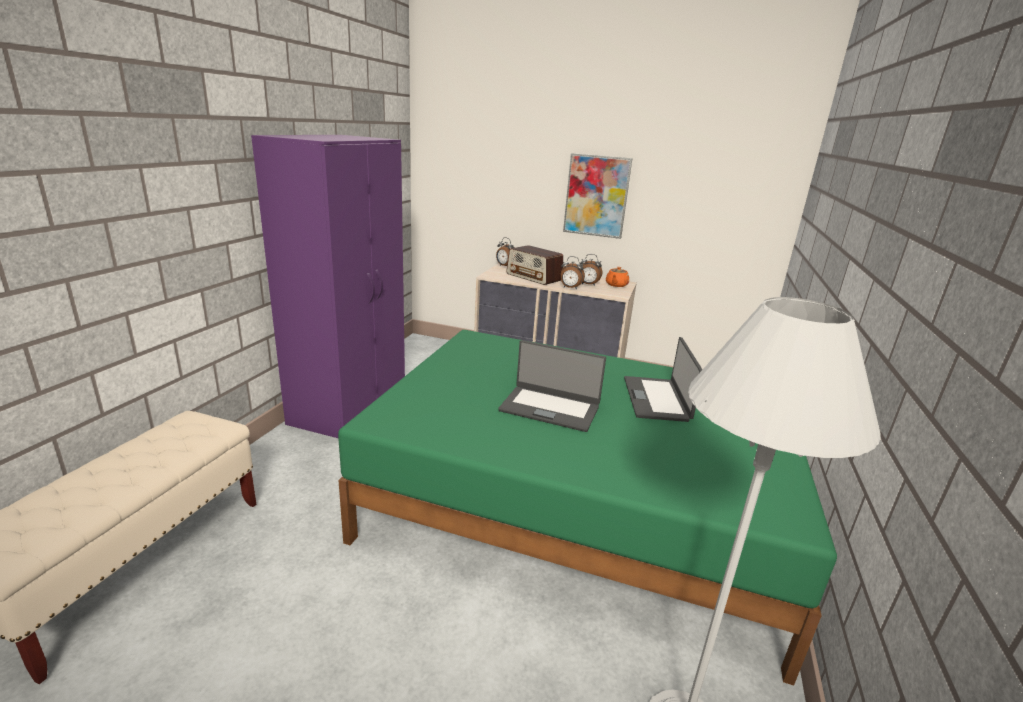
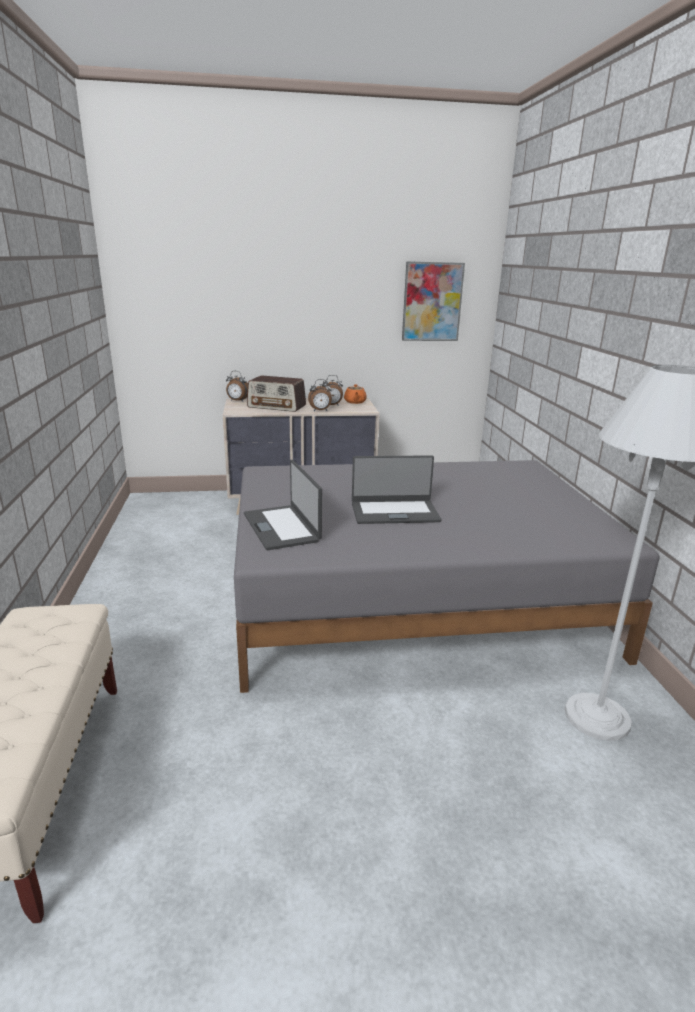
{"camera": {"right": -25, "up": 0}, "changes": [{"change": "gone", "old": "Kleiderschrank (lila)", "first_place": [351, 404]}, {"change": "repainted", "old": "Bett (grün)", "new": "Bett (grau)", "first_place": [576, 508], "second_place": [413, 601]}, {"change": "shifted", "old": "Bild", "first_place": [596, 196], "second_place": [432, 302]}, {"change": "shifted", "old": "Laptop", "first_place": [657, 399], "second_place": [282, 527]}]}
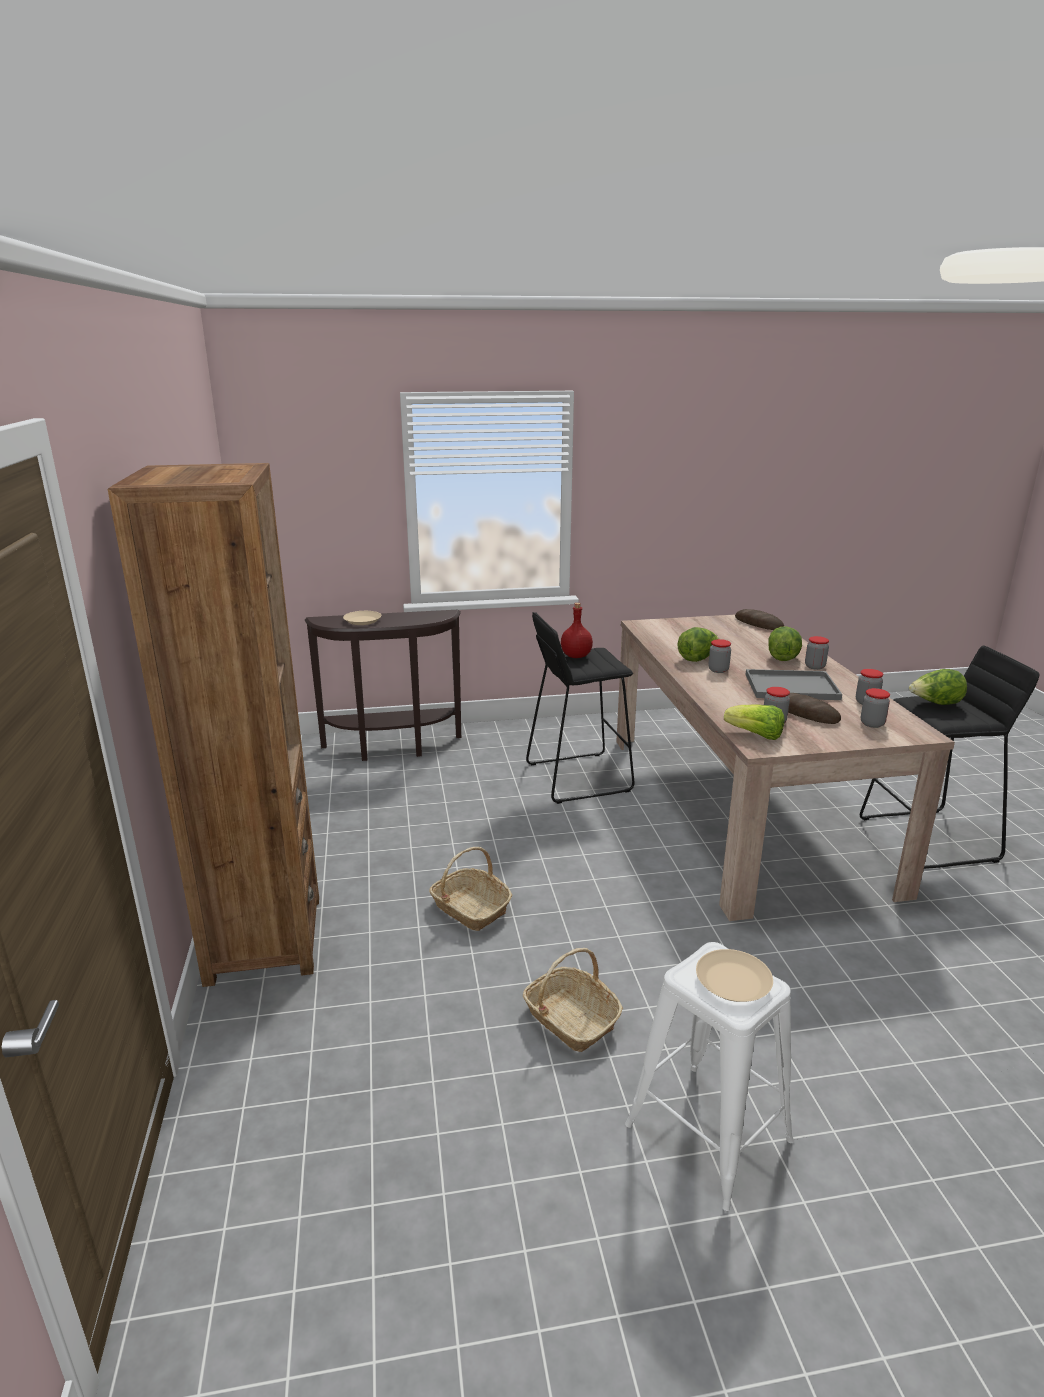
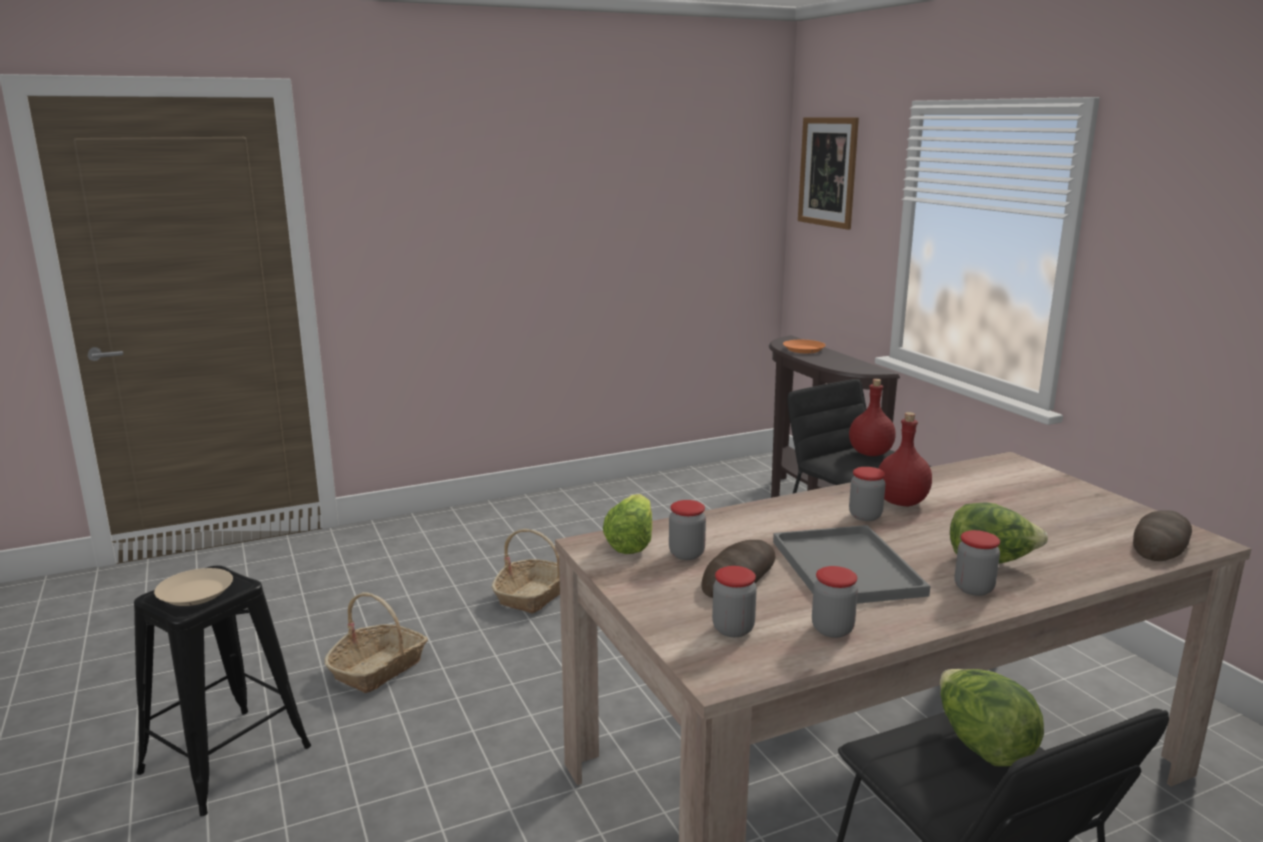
{"camera": {"right": 75, "up": -5}, "changes": [{"change": "gone", "old": "Bücherregal (braun)", "first_place": [264, 939]}, {"change": "repainted", "old": "Teller (beige)", "new": "Teller (orange)", "first_place": [362, 621], "second_place": [803, 350]}, {"change": "repainted", "old": "Hocker (weiß)", "new": "Hocker (schwarz)", "first_place": [708, 1133], "second_place": [225, 759]}, {"change": "swapped", "old": "Salatkopf", "new": "Flasche (rot)", "first_place": [697, 658], "second_place": [900, 502]}, {"change": "new", "new": "Bild", "second_place": [828, 172]}]}
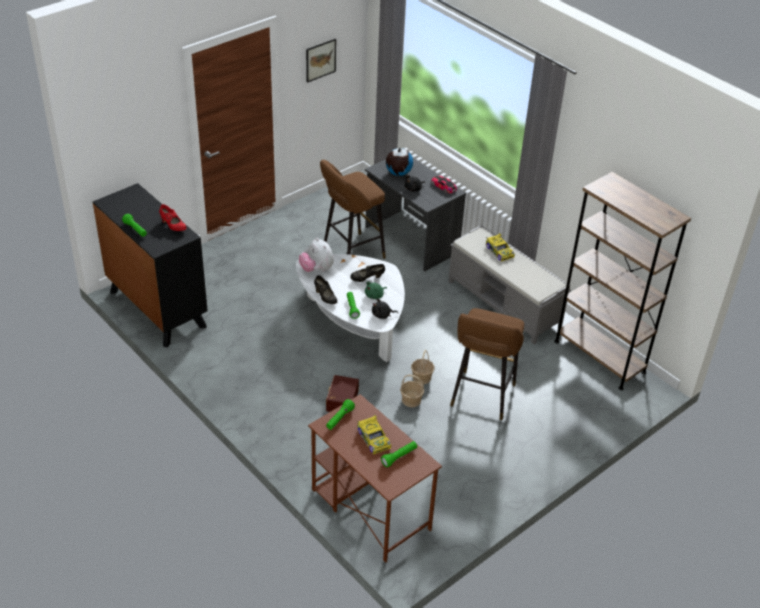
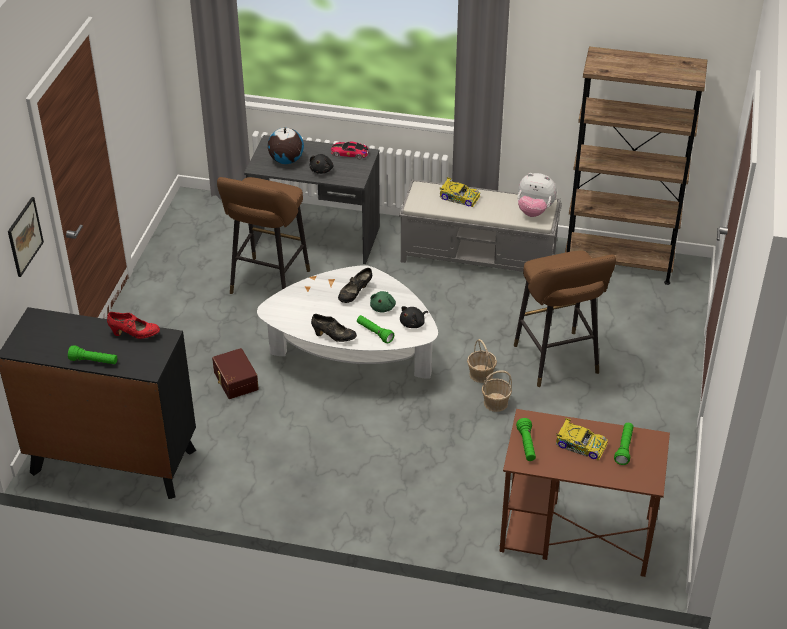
{"camera": {"right": -35, "up": 0}, "changes": [{"change": "shifted", "old": "Plüschtier", "first_place": [316, 269], "second_place": [534, 211]}, {"change": "shifted", "old": "Bild", "first_place": [320, 60], "second_place": [24, 236]}, {"change": "shifted", "old": "Aufbewahrungsbox (braun)", "first_place": [341, 400], "second_place": [234, 381]}]}
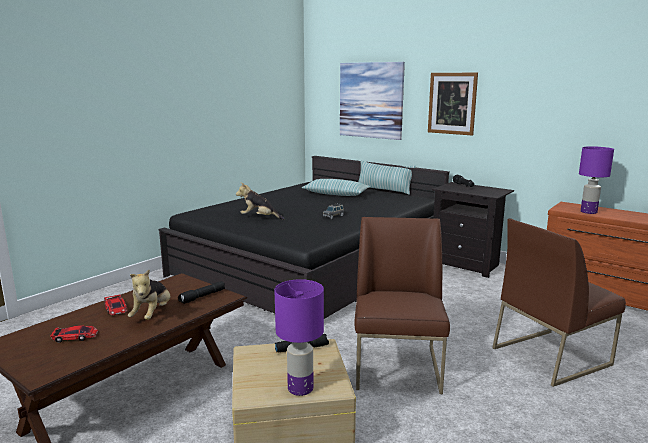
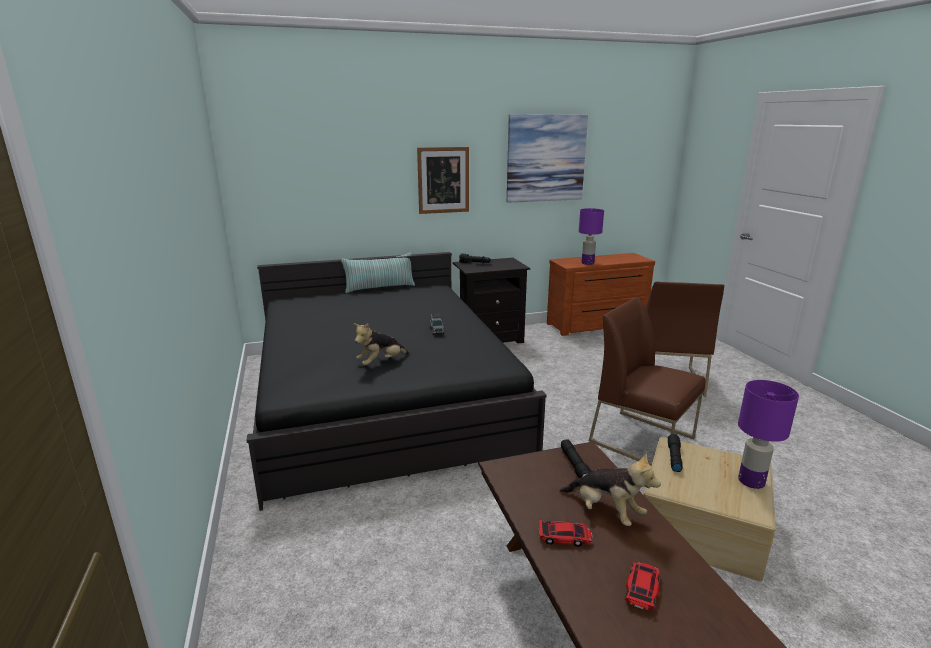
{"camera": {"right": -55, "up": 5}, "changes": [{"change": "gone", "old": "Kissen", "first_place": [336, 194]}, {"change": "shifted", "old": "Bild", "first_place": [371, 100], "second_place": [546, 158]}]}
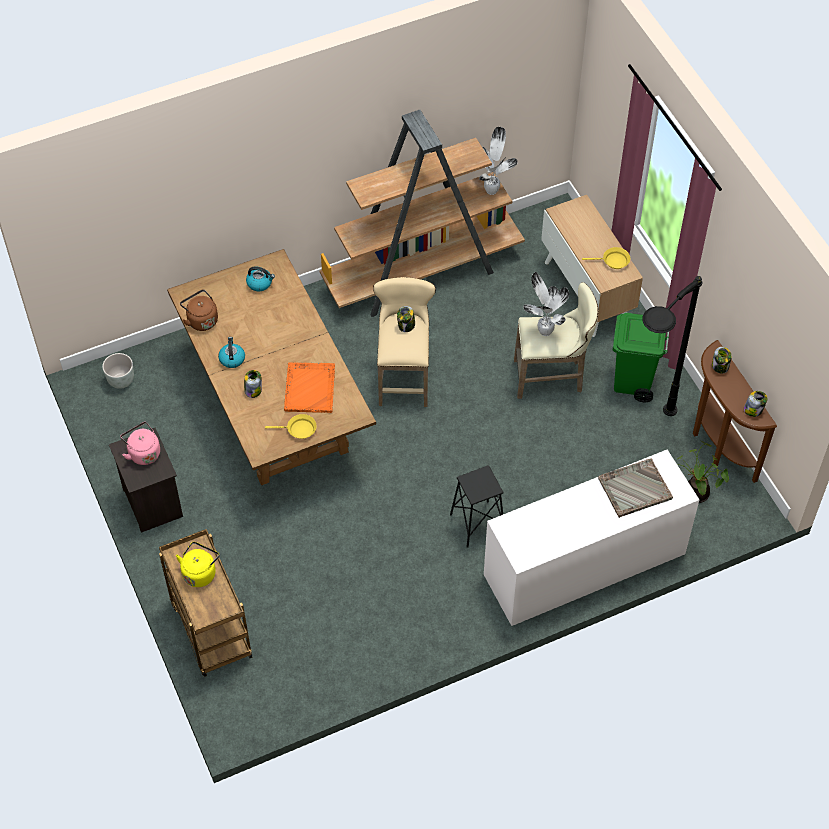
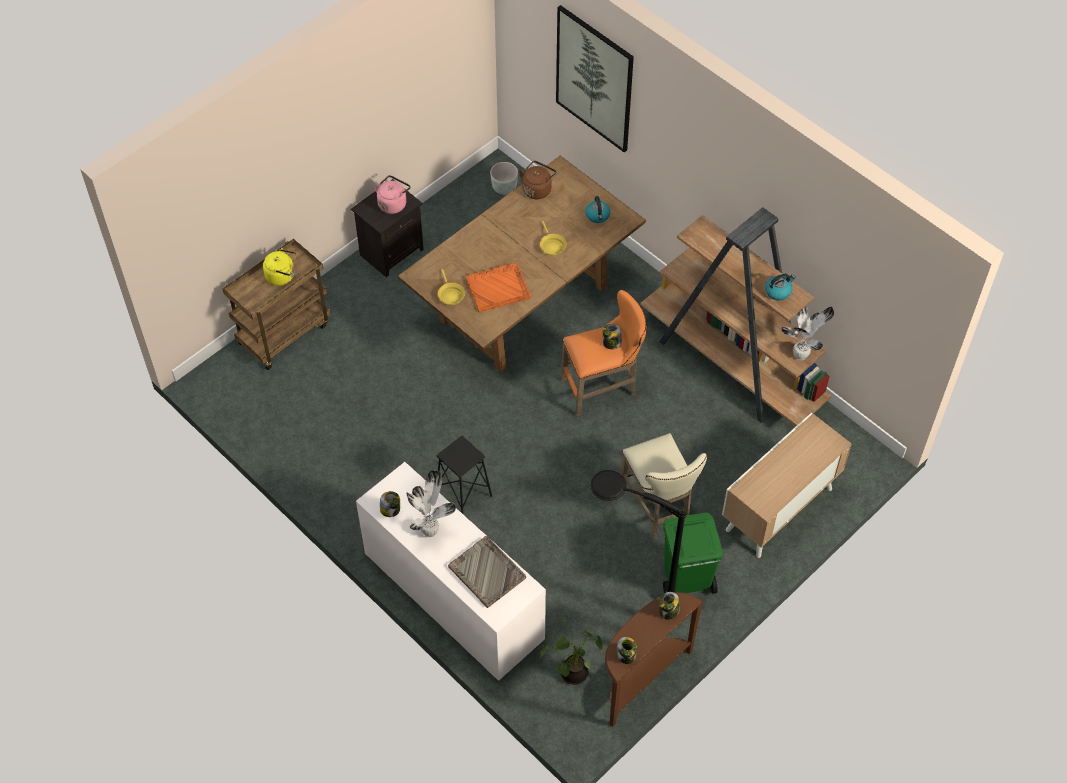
{"camera": {"right": 70, "up": 0}, "changes": [{"change": "shifted", "old": "Wasserkessel", "first_place": [232, 358], "second_place": [778, 291]}, {"change": "shifted", "old": "Vorratsglas", "first_place": [253, 390], "second_place": [390, 509]}, {"change": "repainted", "old": "Hocker (beige)", "new": "Hocker (orange)", "first_place": [404, 376], "second_place": [603, 388]}, {"change": "shifted", "old": "Topfpflanze", "first_place": [544, 330], "second_place": [430, 530]}, {"change": "shifted", "old": "Pfanne (gelb)", "first_place": [613, 261], "second_place": [552, 245]}, {"change": "new", "new": "Bild", "second_place": [594, 79]}]}
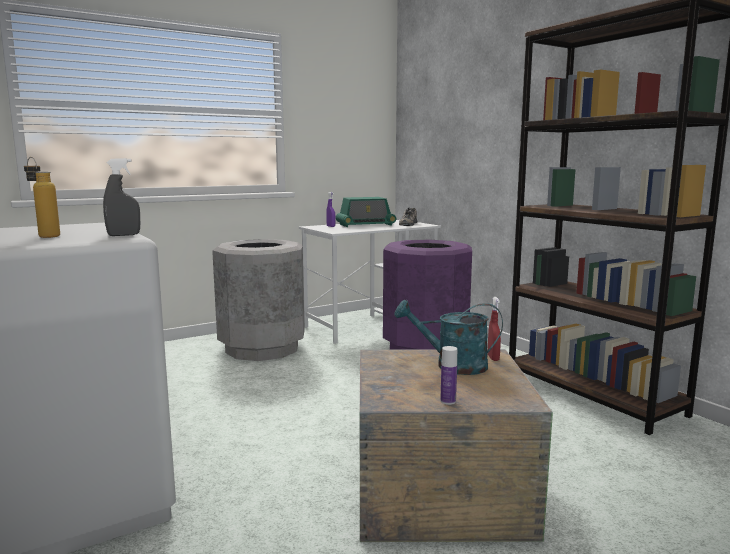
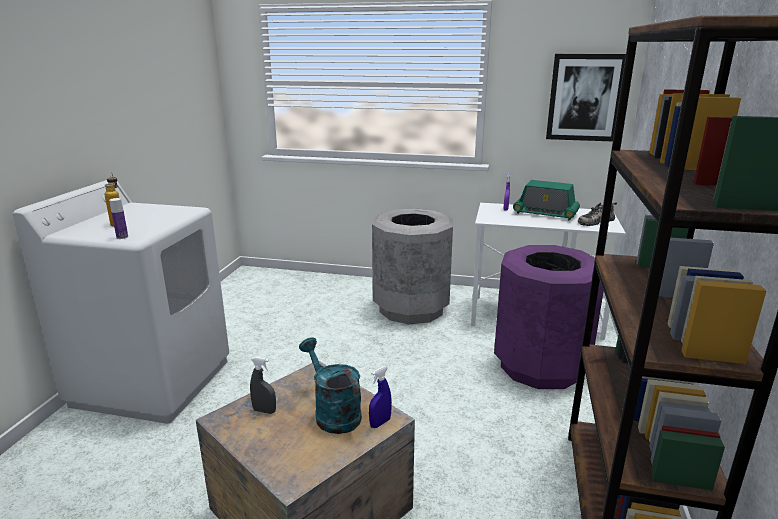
{"camera": {"right": 45, "up": 10}, "changes": [{"change": "shifted", "old": "Sprühflasche (grau)", "first_place": [124, 235], "second_place": [264, 411]}, {"change": "shifted", "old": "Flasche", "first_place": [448, 401], "second_place": [122, 237]}, {"change": "repainted", "old": "Sprühflasche (rot)", "new": "Sprühflasche (blau)", "first_place": [493, 358], "second_place": [380, 423]}, {"change": "new", "new": "Bild", "second_place": [585, 97]}]}
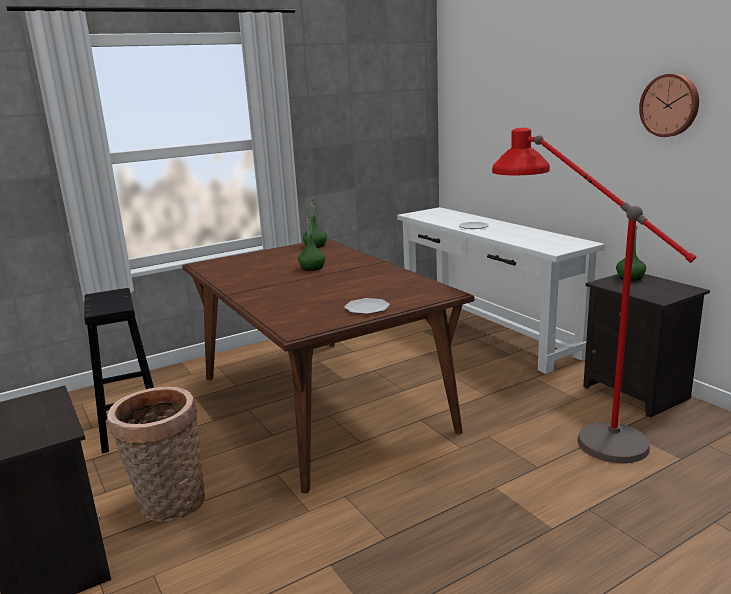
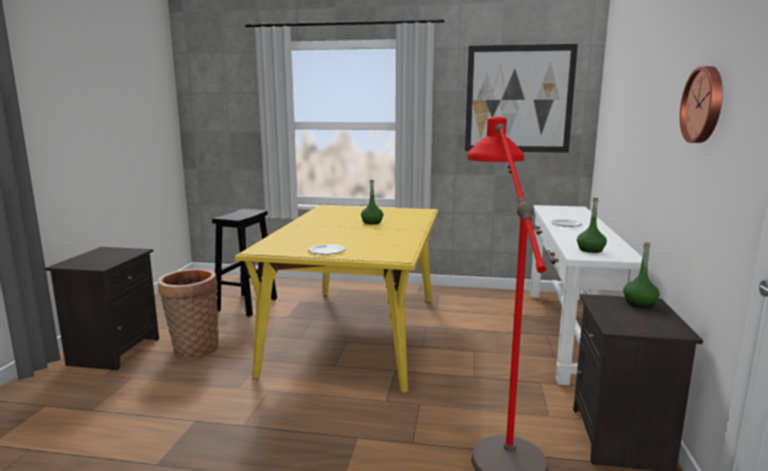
{"camera": {"right": 40, "up": -5}, "changes": [{"change": "repainted", "old": "Esstisch (braun)", "new": "Esstisch (gelb)", "first_place": [320, 402], "second_place": [356, 332]}, {"change": "shifted", "old": "Flasche (grün)", "first_place": [315, 246], "second_place": [590, 250]}, {"change": "new", "new": "Bild", "second_place": [518, 99]}]}
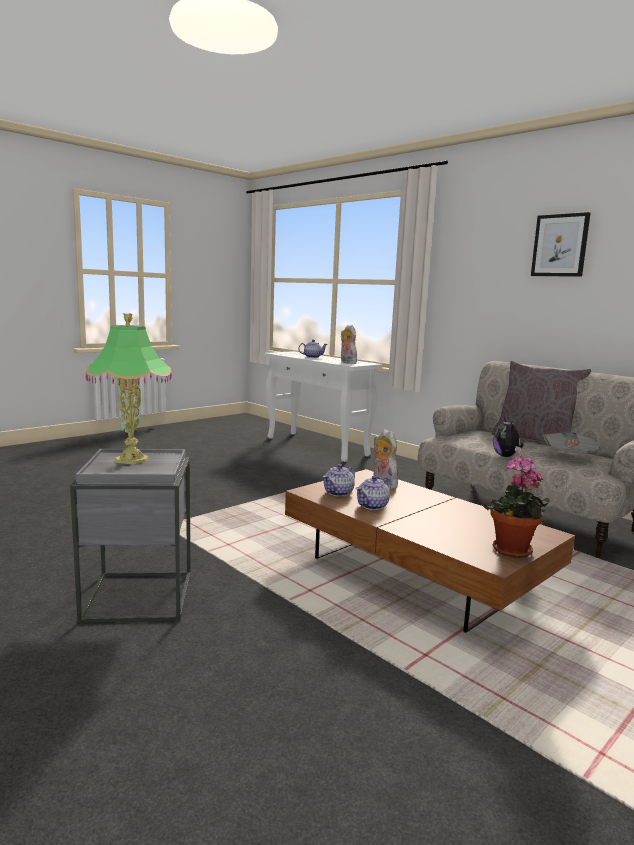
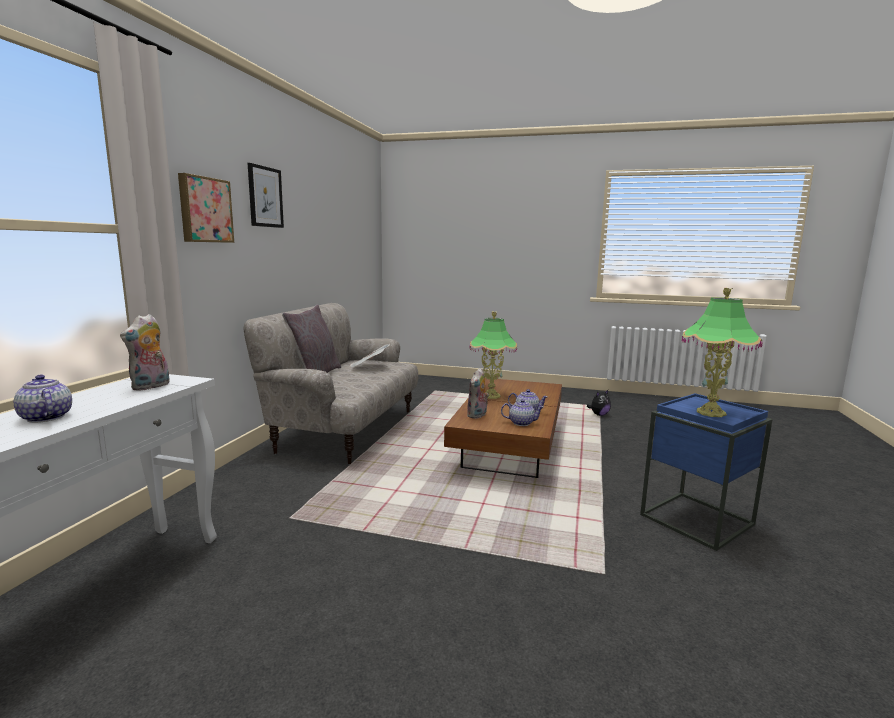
{"camera": {"right": -120, "up": 0}, "changes": [{"change": "repainted", "old": "Beistelltisch (grau)", "new": "Beistelltisch (blau)", "first_place": [138, 596], "second_place": [697, 519]}, {"change": "gone", "old": "Topfpflanze", "first_place": [511, 552]}, {"change": "shifted", "old": "Plüschtier", "first_place": [506, 456], "second_place": [599, 415]}, {"change": "new", "new": "Bild", "second_place": [204, 210]}, {"change": "new", "new": "Tischlampe", "second_place": [491, 396]}]}
